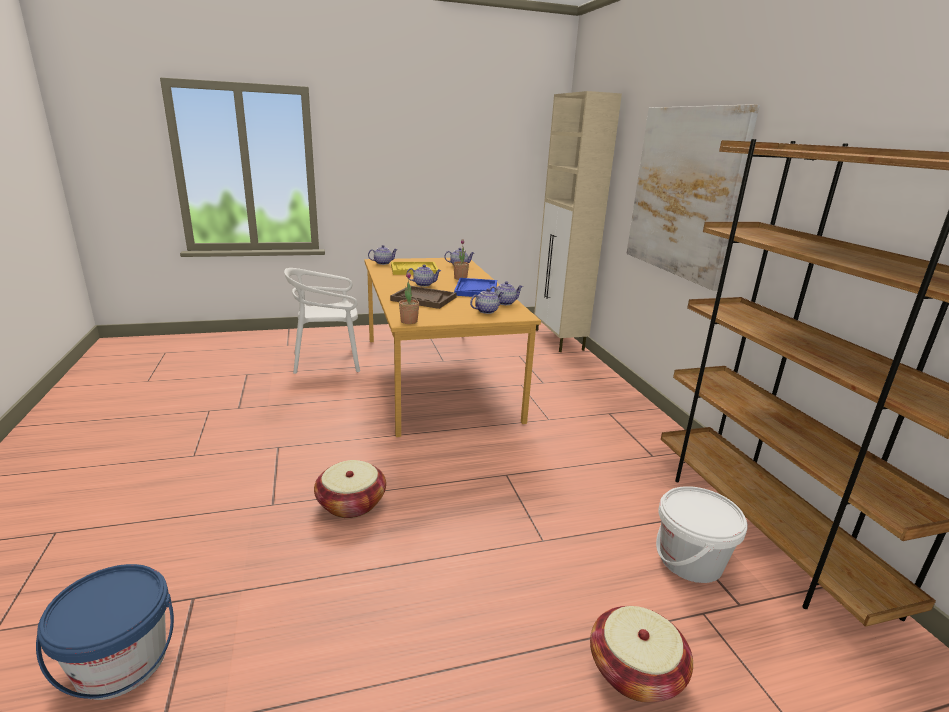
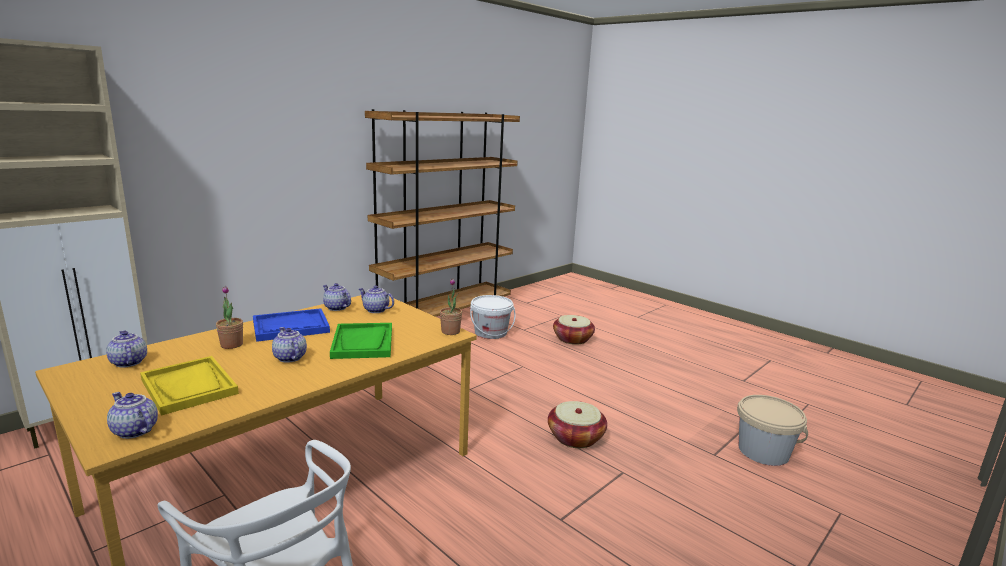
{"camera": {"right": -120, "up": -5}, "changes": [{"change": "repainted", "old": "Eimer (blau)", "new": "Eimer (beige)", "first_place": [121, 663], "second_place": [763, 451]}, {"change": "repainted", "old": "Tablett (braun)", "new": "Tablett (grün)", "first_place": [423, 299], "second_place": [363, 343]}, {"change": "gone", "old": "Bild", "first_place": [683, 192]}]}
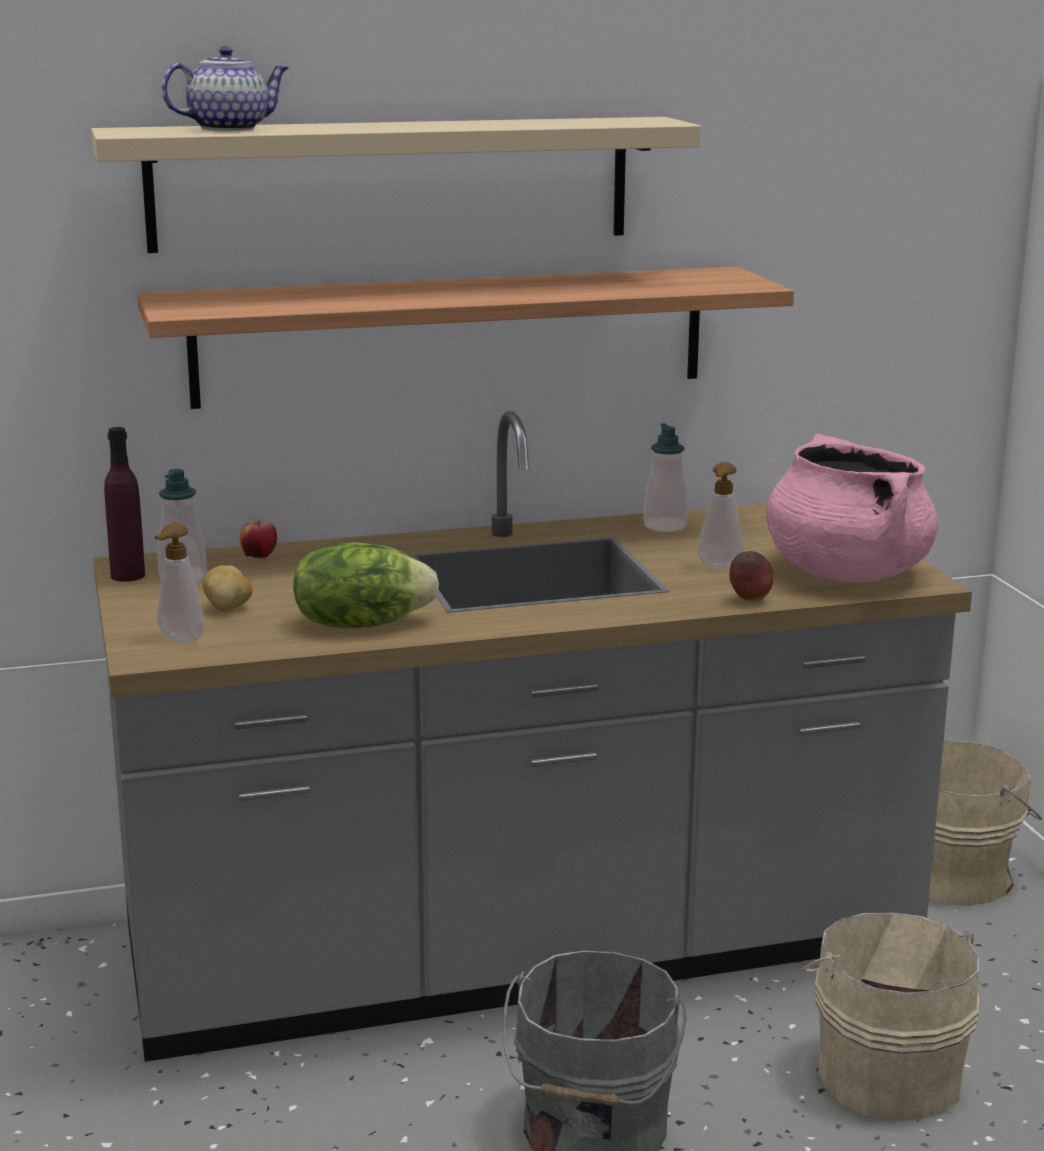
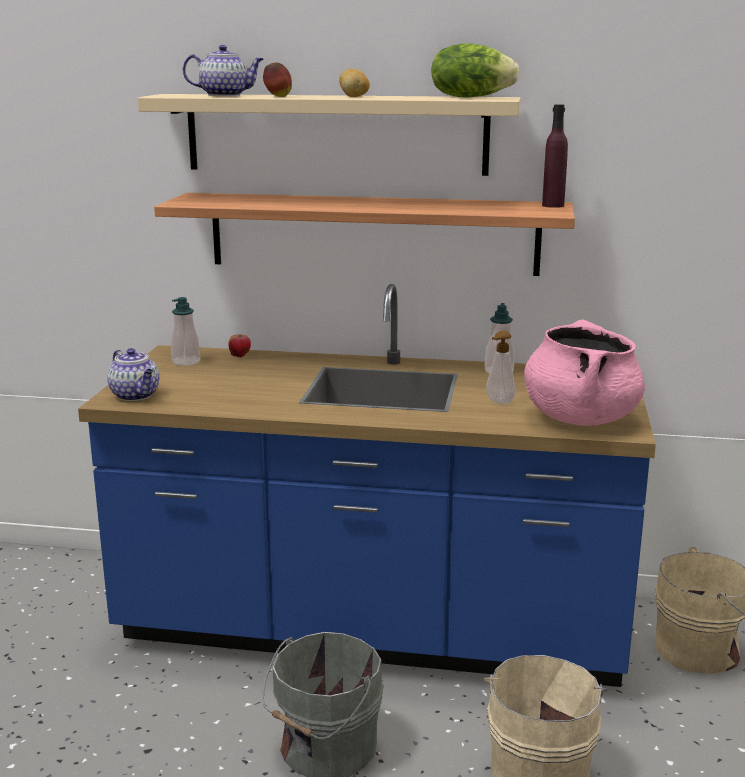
{"camera": {"right": 25, "up": 0}, "changes": [{"change": "repainted", "old": "Küchenzeile (grau)", "new": "Küchenzeile (blau)", "first_place": [520, 952], "second_place": [372, 628]}, {"change": "shifted", "old": "Flasche (lila)", "first_place": [128, 575], "second_place": [553, 205]}, {"change": "swapped", "old": "Seifenspender", "new": "Teekanne", "first_place": [179, 641], "second_place": [136, 395]}, {"change": "shifted", "old": "Kartoffel", "first_place": [228, 608], "second_place": [354, 97]}, {"change": "shifted", "old": "Salatkopf", "first_place": [361, 623], "second_place": [471, 97]}, {"change": "shifted", "old": "Apfel", "first_place": [749, 600], "second_place": [278, 96]}]}
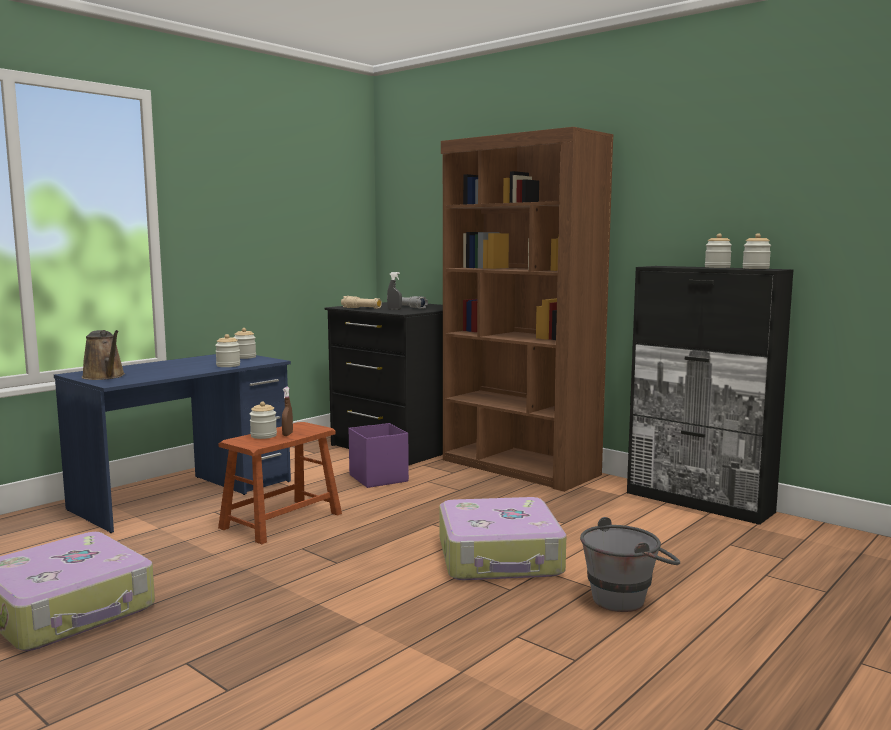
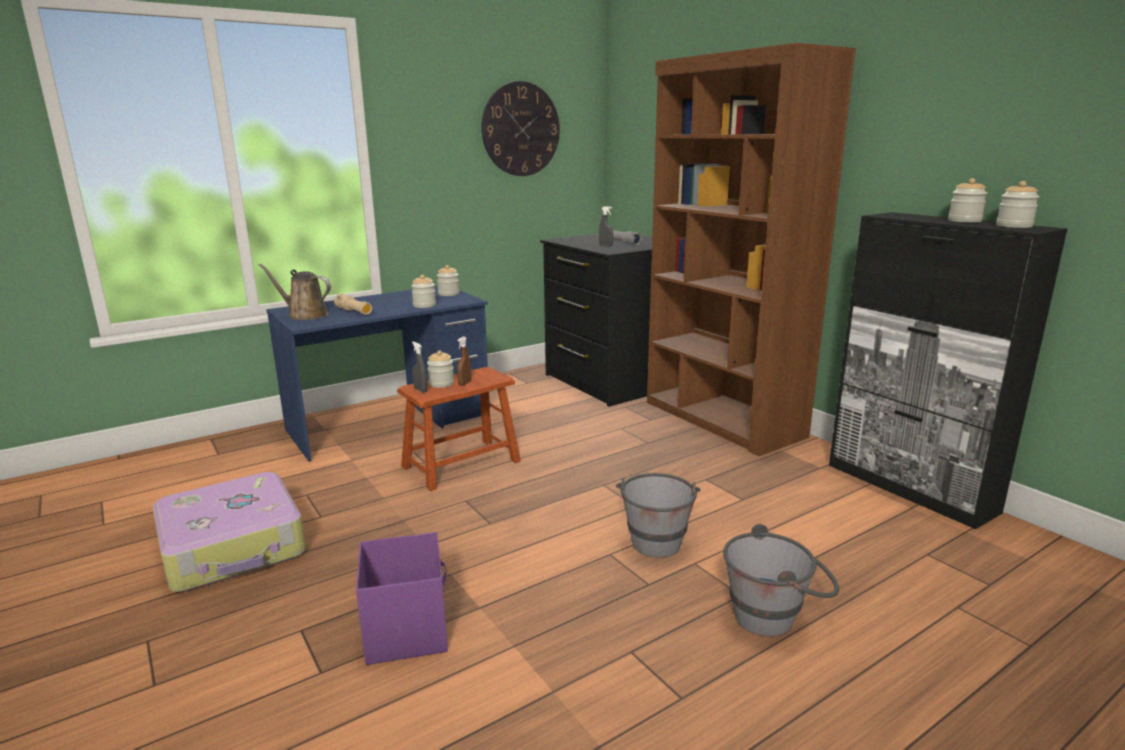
{"camera": {"right": 15, "up": 10}, "changes": [{"change": "rotated", "old": "Gießkanne (braun)", "first_place": [105, 377], "second_place": [305, 315], "degrees": 135}, {"change": "shifted", "old": "Taschenlampe (beige)", "first_place": [361, 308], "second_place": [354, 311]}, {"change": "shifted", "old": "Aufbewahrungsbox (lila)", "first_place": [378, 478], "second_place": [407, 630]}, {"change": "swapped", "old": "Koffer", "new": "Eimer (grau)", "first_place": [500, 557], "second_place": [655, 538]}, {"change": "new", "new": "Sprühflasche (grau)", "second_place": [420, 390]}, {"change": "new", "new": "Wanduhr", "second_place": [521, 129]}]}
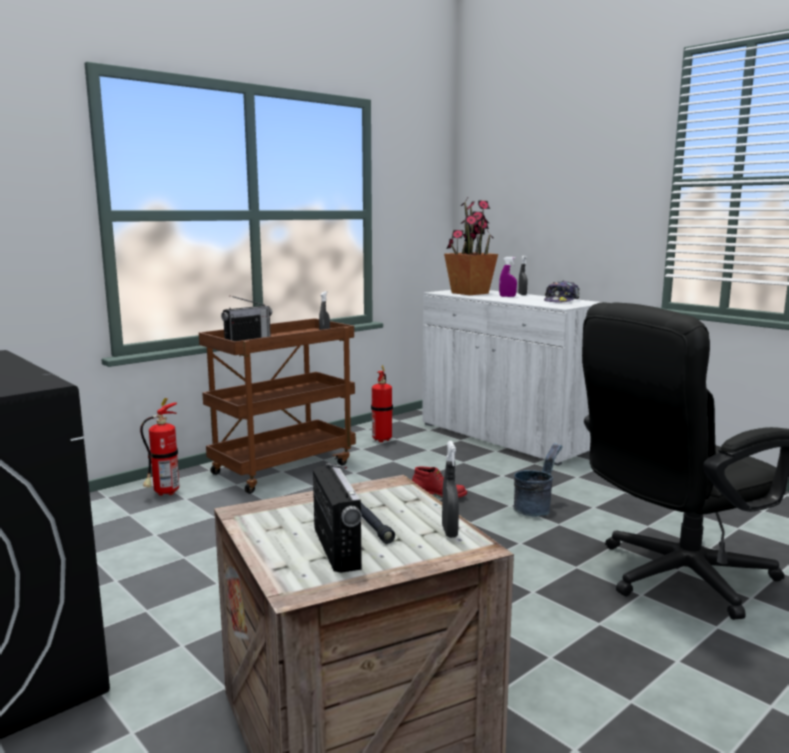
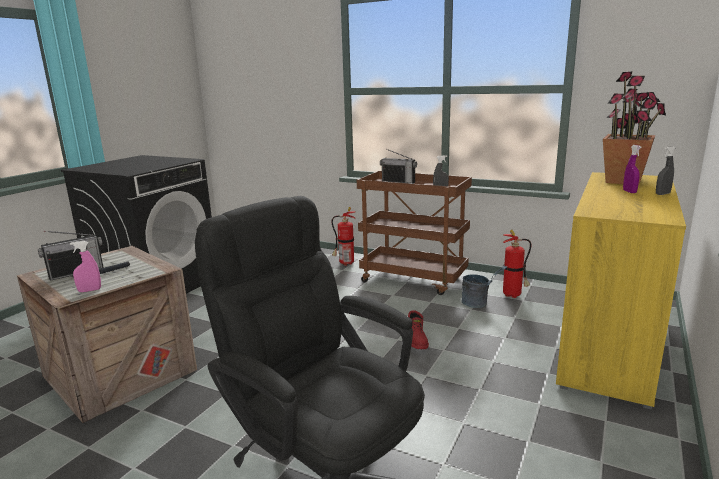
{"camera": {"right": 70, "up": 5}, "changes": [{"change": "repainted", "old": "Schrank (weiß)", "new": "Schrank (gelb)", "first_place": [505, 436], "second_place": [607, 346]}, {"change": "repainted", "old": "Sprühflasche (grau)", "new": "Sprühflasche (rosa)", "first_place": [449, 531], "second_place": [90, 290]}, {"change": "shifted", "old": "Eimer (grau)", "first_place": [535, 508], "second_place": [479, 303]}, {"change": "gone", "old": "Kappe", "first_place": [561, 301]}]}
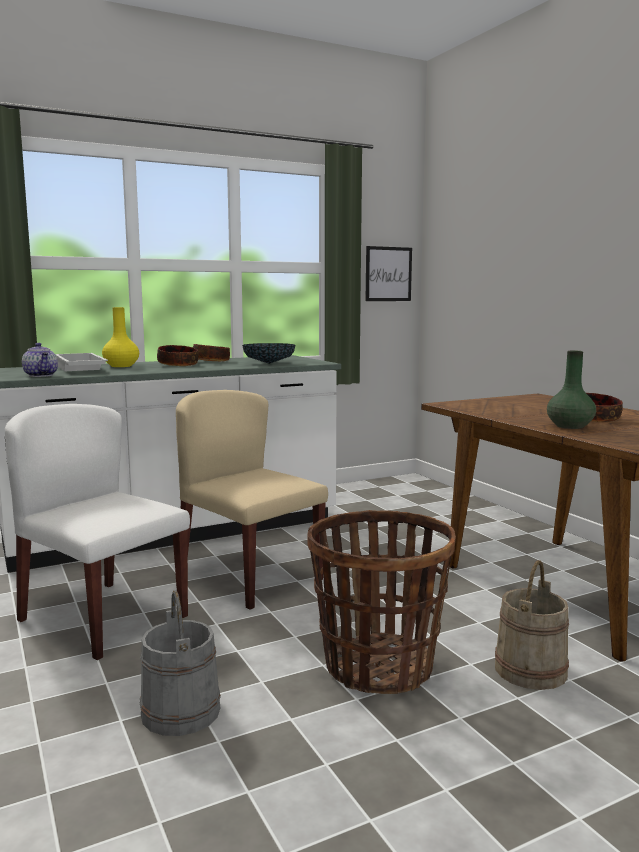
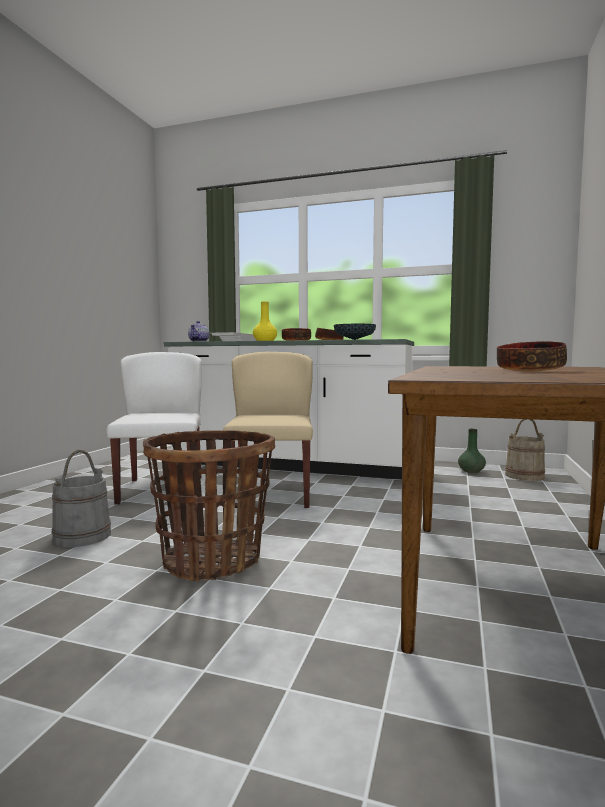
{"camera": {"right": 45, "up": -5}, "changes": [{"change": "gone", "old": "Bild", "first_place": [388, 274]}, {"change": "shifted", "old": "Eimer (beige)", "first_place": [531, 670], "second_place": [524, 476]}, {"change": "shifted", "old": "Vase (grün)", "first_place": [569, 426], "second_place": [471, 471]}]}
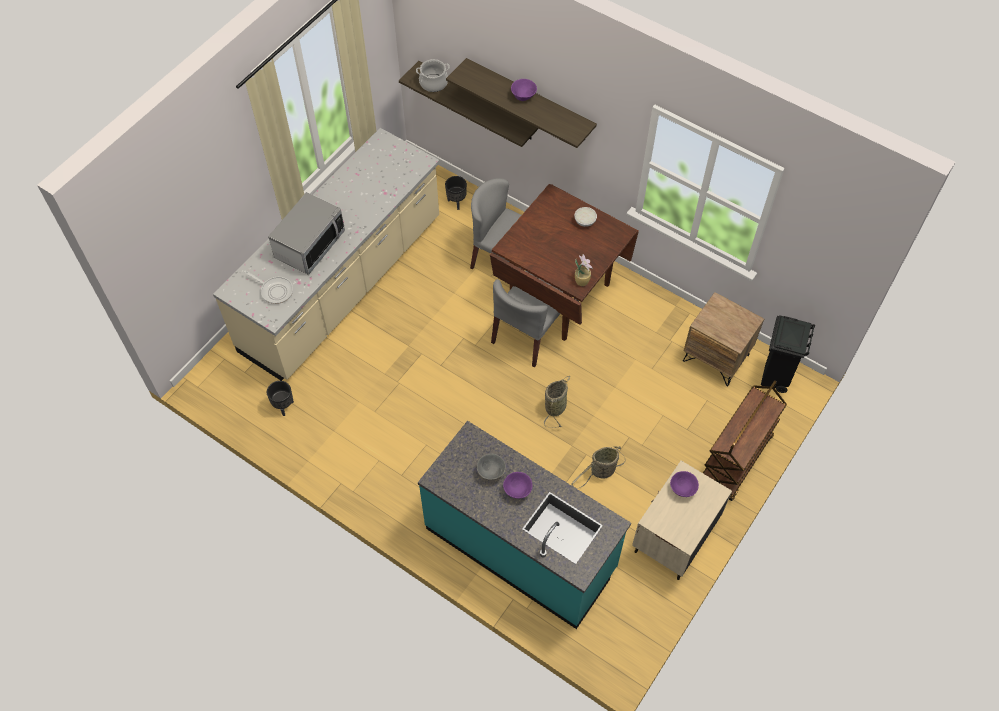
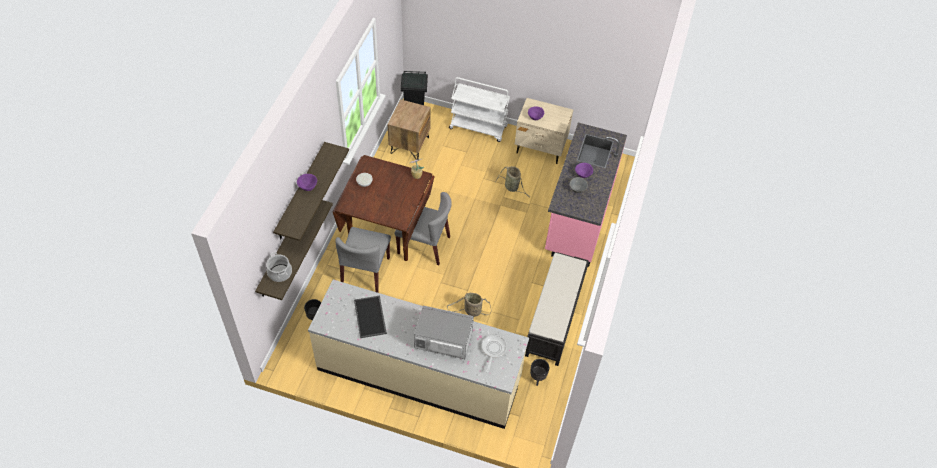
{"camera": {"right": -110, "up": -5}, "changes": [{"change": "repainted", "old": "Küchenzeile (türkis)", "new": "Küchenzeile (rosa)", "first_place": [521, 548], "second_place": [578, 216]}, {"change": "shifted", "old": "Korb", "first_place": [556, 406], "second_place": [471, 311]}, {"change": "repainted", "old": "Rollwagen (braun)", "new": "Rollwagen (weiß)", "first_place": [736, 460], "second_place": [478, 127]}, {"change": "new", "new": "Tablett", "second_place": [371, 317]}, {"change": "new", "new": "Bank (schwarz)", "second_place": [554, 320]}]}
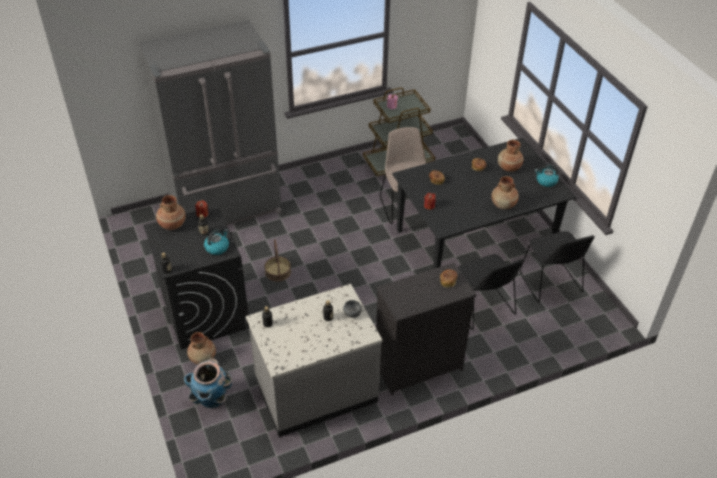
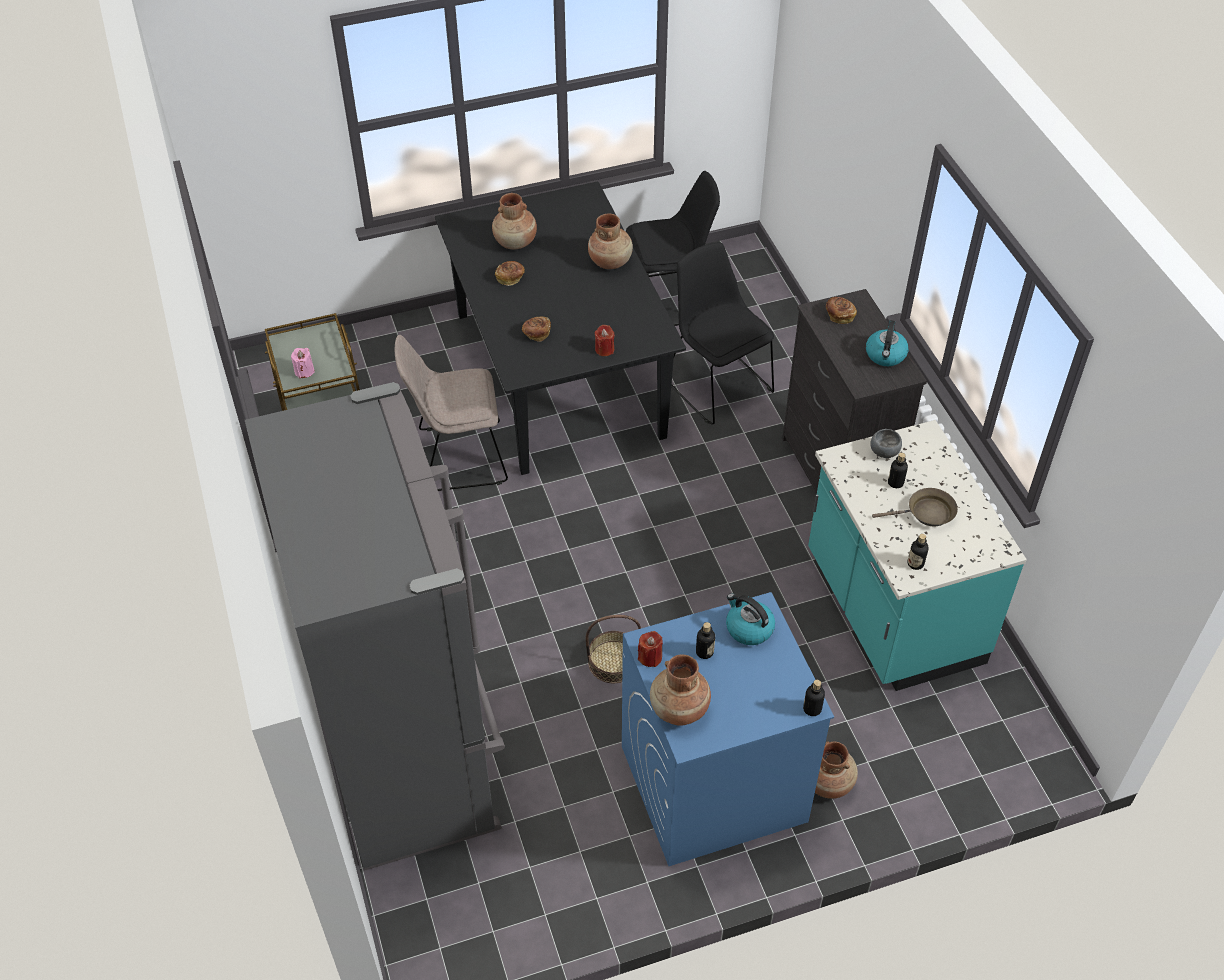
{"camera": {"right": -85, "up": 5}, "changes": [{"change": "repainted", "old": "Waschmaschine (schwarz)", "new": "Waschmaschine (blau)", "first_place": [205, 311], "second_place": [712, 784]}, {"change": "gone", "old": "Pflanzkübel", "first_place": [212, 399]}, {"change": "repainted", "old": "Küchenzeile (grau)", "new": "Küchenzeile (türkis)", "first_place": [316, 390], "second_place": [891, 610]}, {"change": "rotated", "old": "Stuhl (schwarz)", "first_place": [483, 308], "second_place": [716, 384], "degrees": -105}, {"change": "shifted", "old": "Wasserkessel", "first_place": [546, 181], "second_place": [885, 355]}, {"change": "new", "new": "Pfanne (braun)", "second_place": [926, 513]}]}
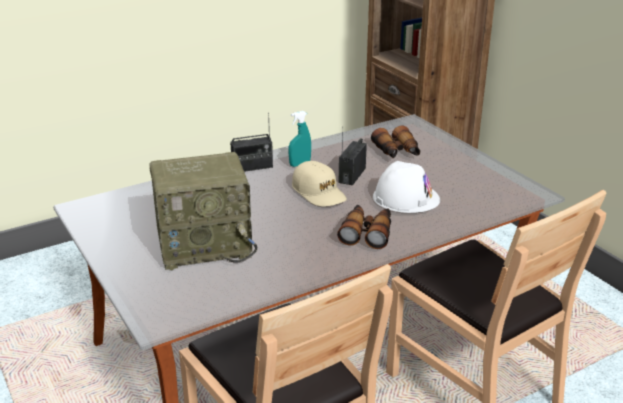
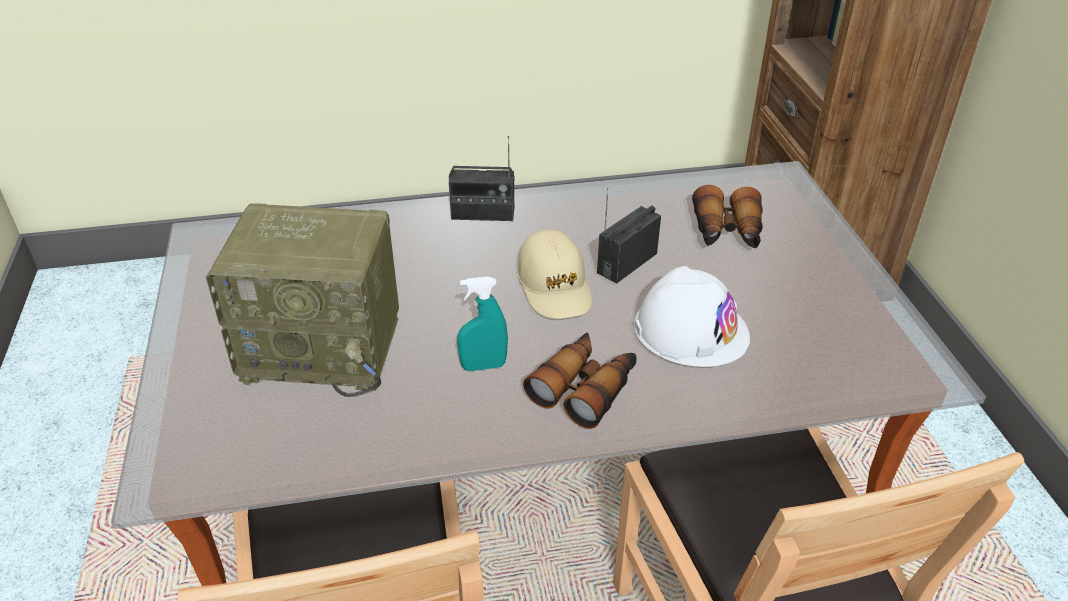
{"camera": {"right": 20, "up": 10}, "changes": [{"change": "shifted", "old": "Sprühflasche (türkis)", "first_place": [300, 164], "second_place": [483, 366]}]}
